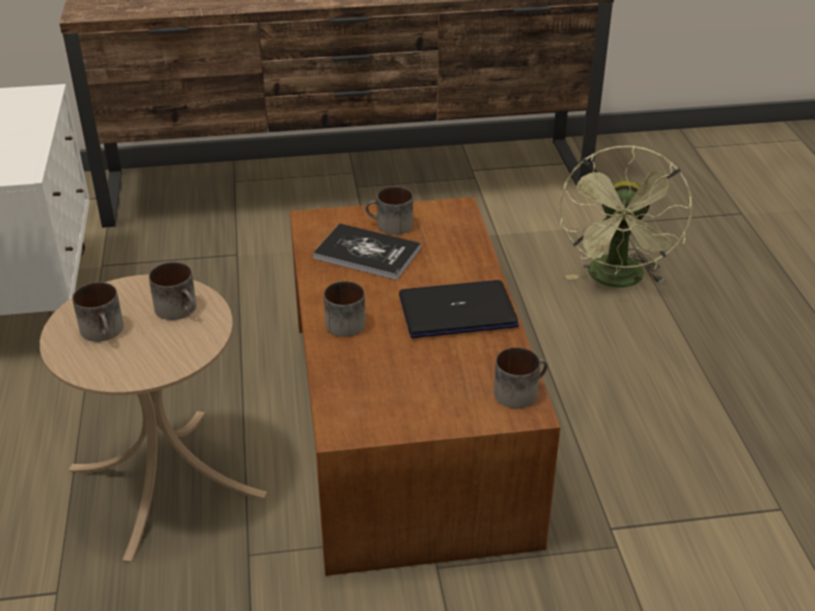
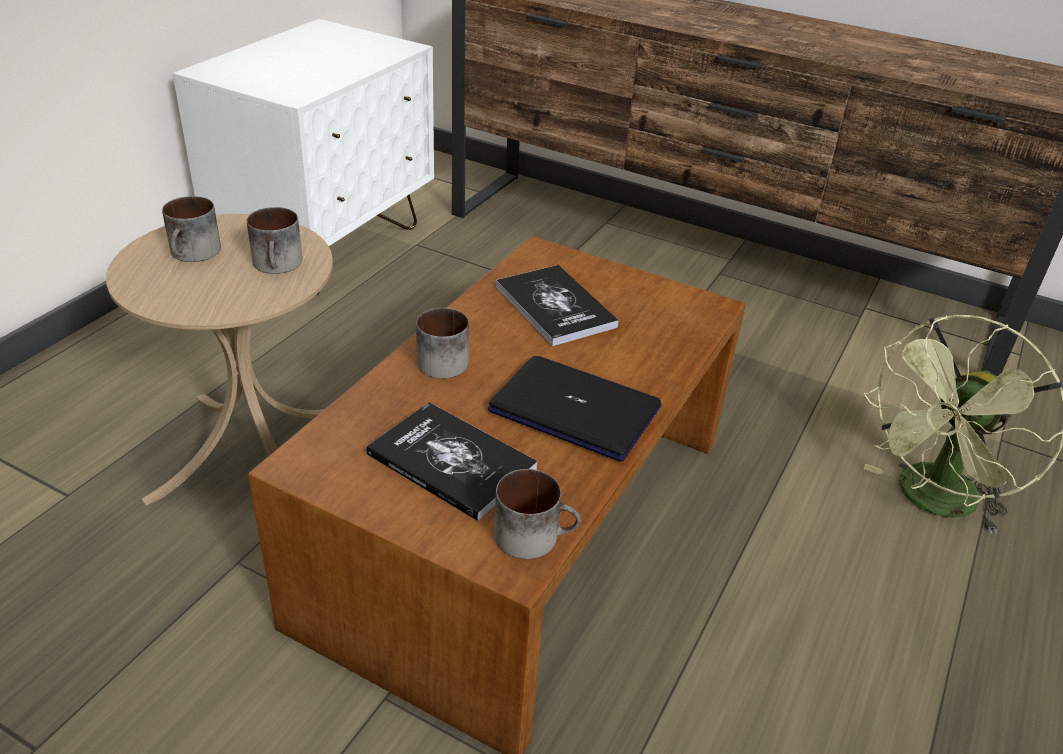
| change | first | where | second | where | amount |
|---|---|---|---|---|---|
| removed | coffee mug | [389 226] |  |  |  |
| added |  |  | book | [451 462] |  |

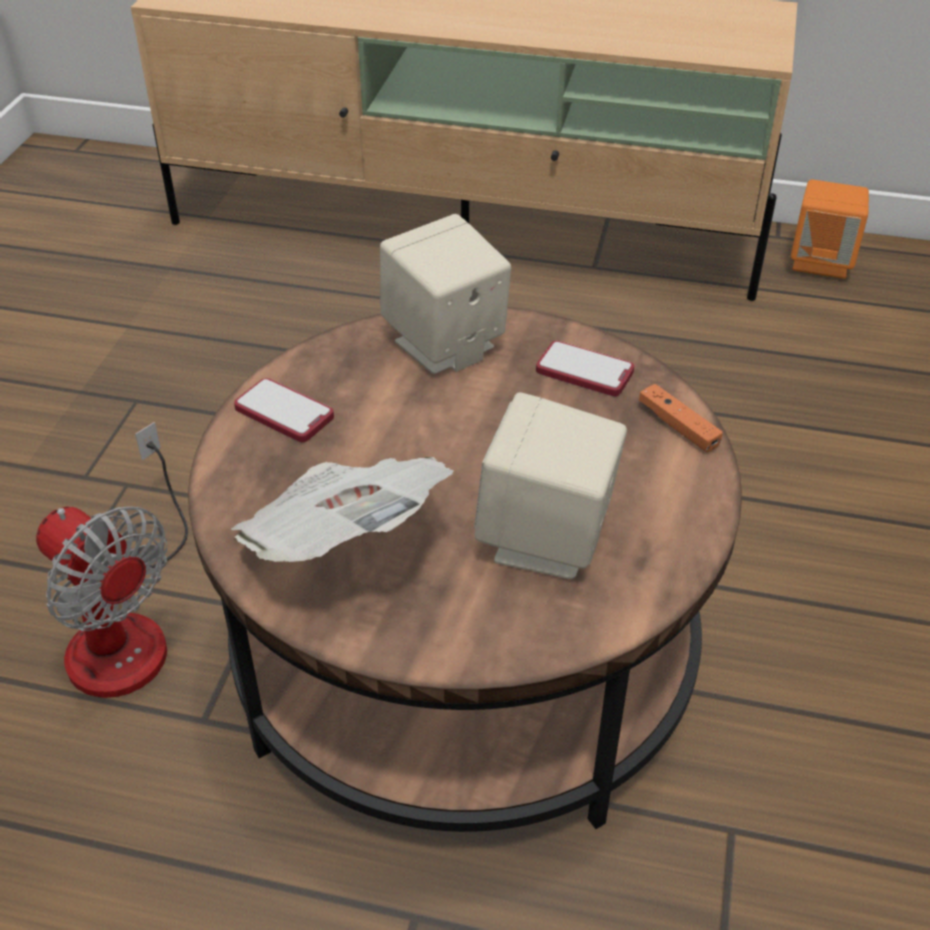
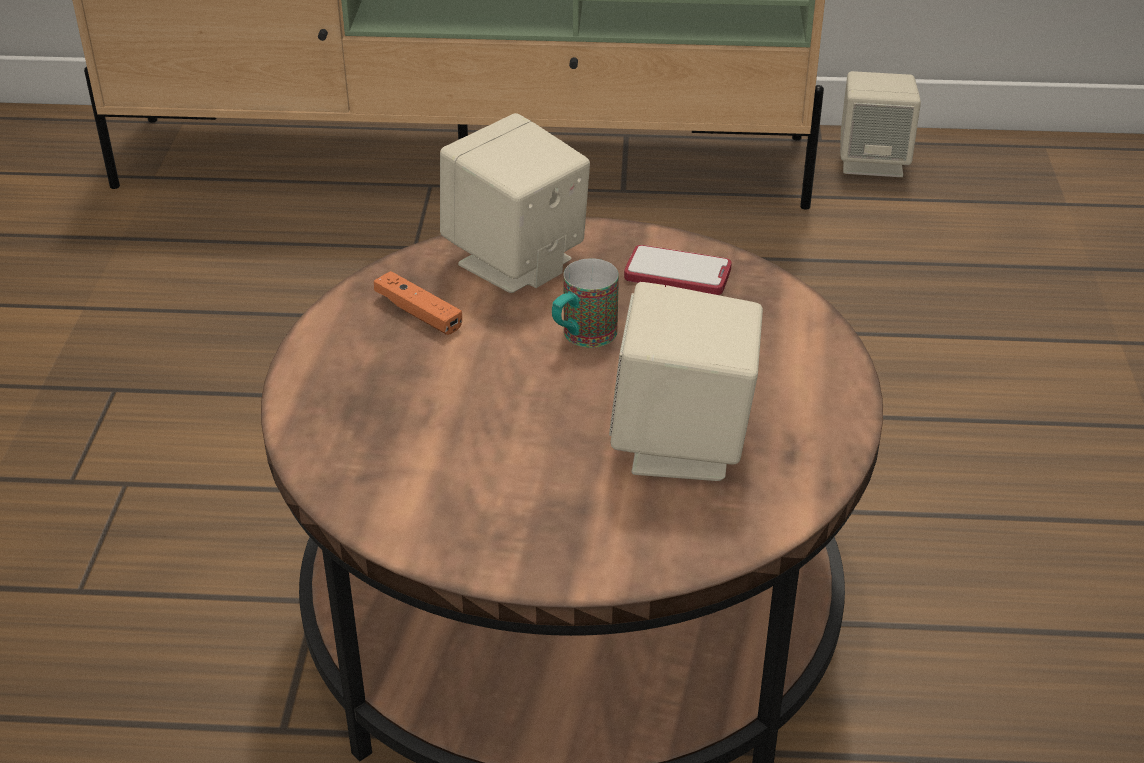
| change | first | where | second | where | amount |
|---|---|---|---|---|---|
| recoloured | orange-coloured loudspeaker | [821 262] | beige-coloured loudspeaker | [872 162] |  |
| removed | telephone | [284 412] |  |  |  |
| moved | orange-coloured joypad | [678 426] |  | [418 313] |  |
| removed | cooling fan | [127 625] |  |  |  |
| removed | newspaper | [343 542] |  |  |  |
| added |  |  | coffee mug | [581 337] |  |

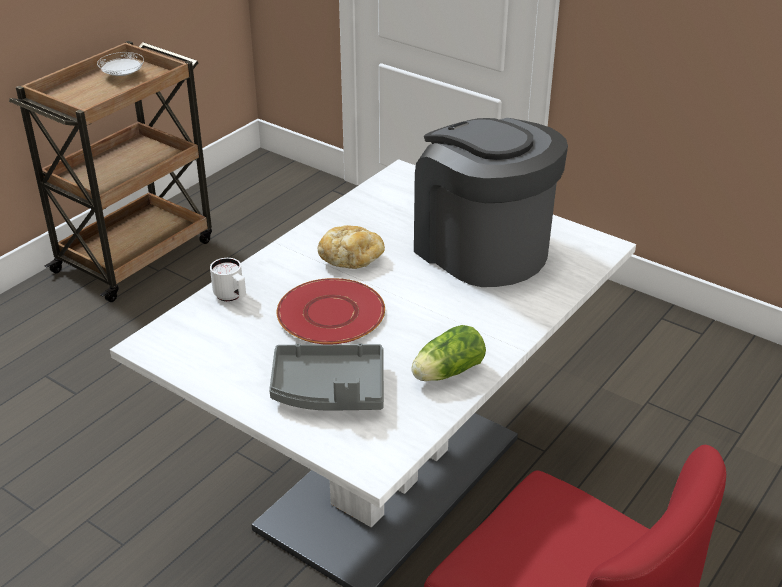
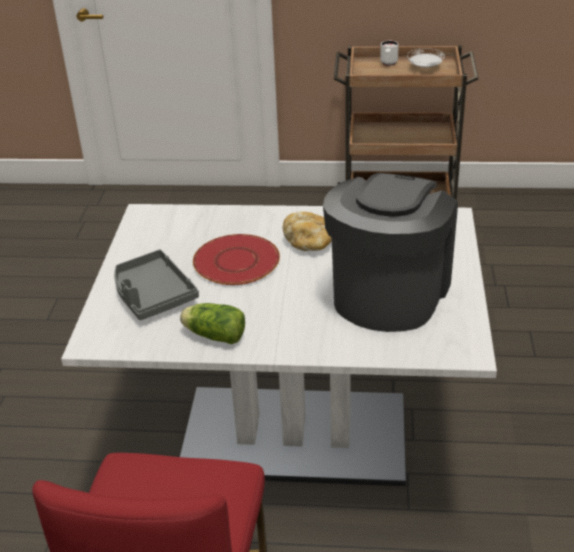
| change | first | where | second | where | amount |
|---|---|---|---|---|---|
| moved | white coffee mug | [232 297] |  | [388 64] |  |

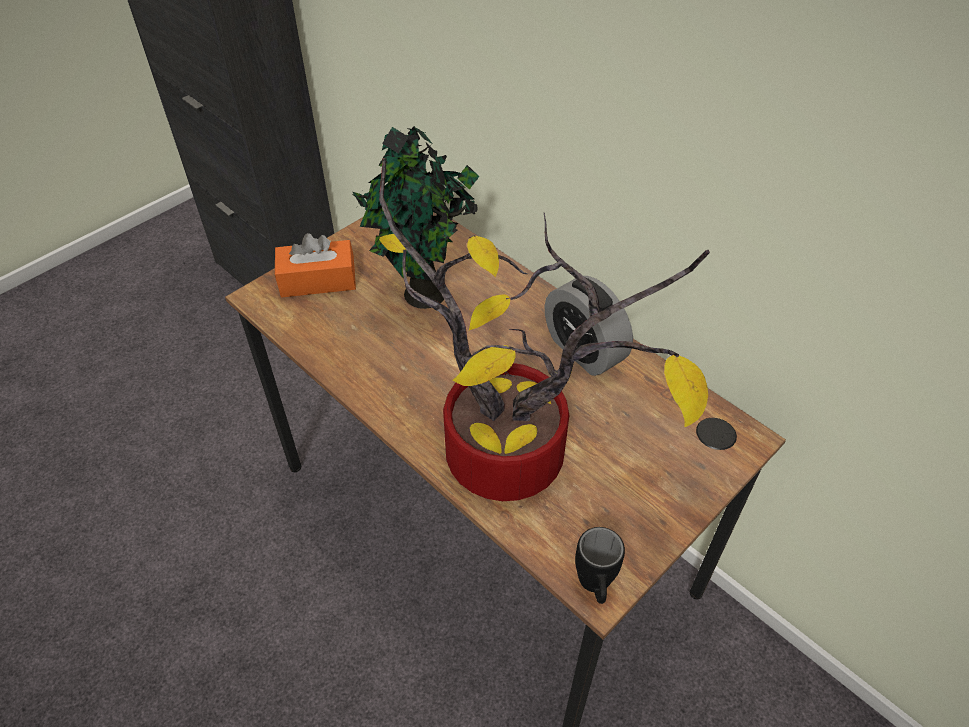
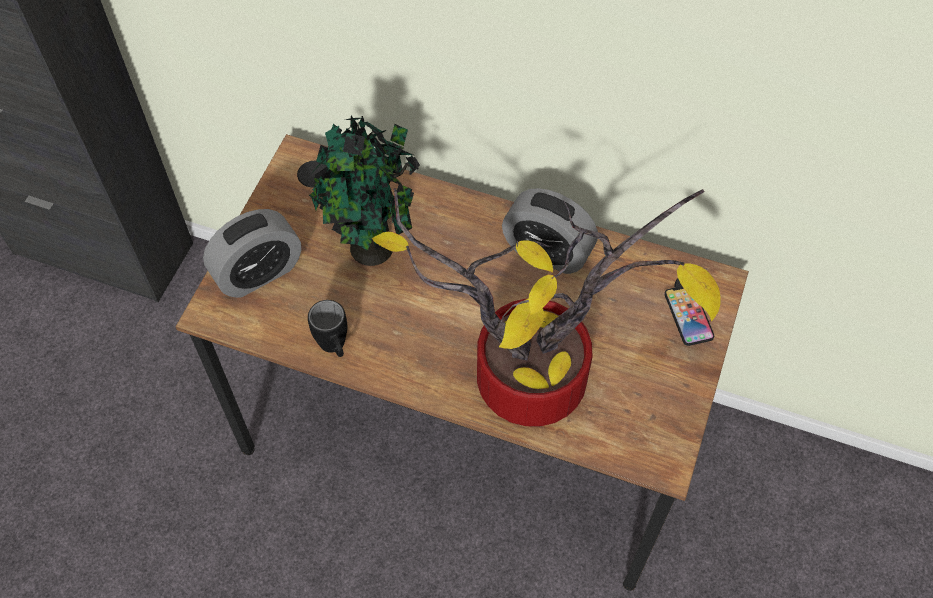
| change | first | where | second | where | amount |
|---|---|---|---|---|---|
| replaced | orange-coloured box of tissues | [318 280] | bedside clock | [258 273] |  |
| moved | black coffee mug | [595 588] |  | [335 349] |  |
| added |  |  | telephone | [688 315] |  |

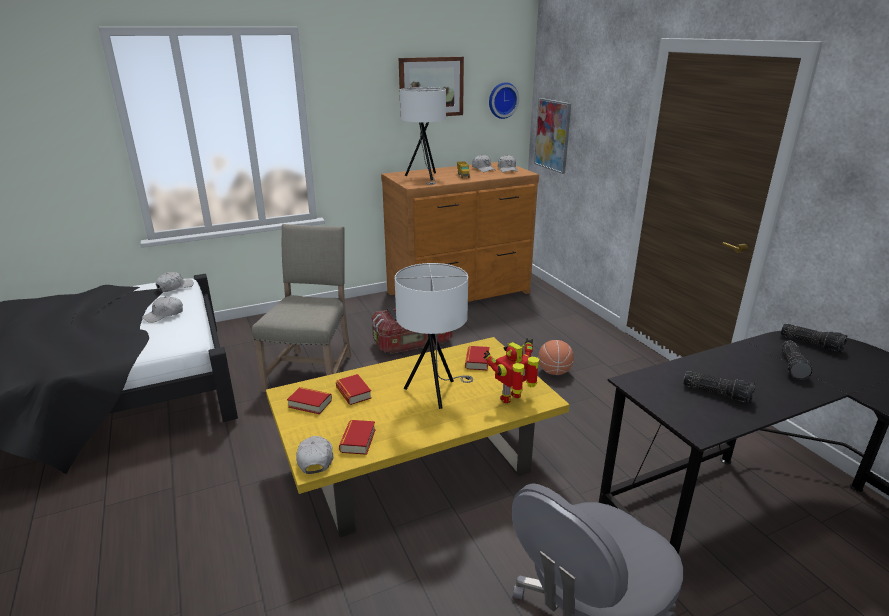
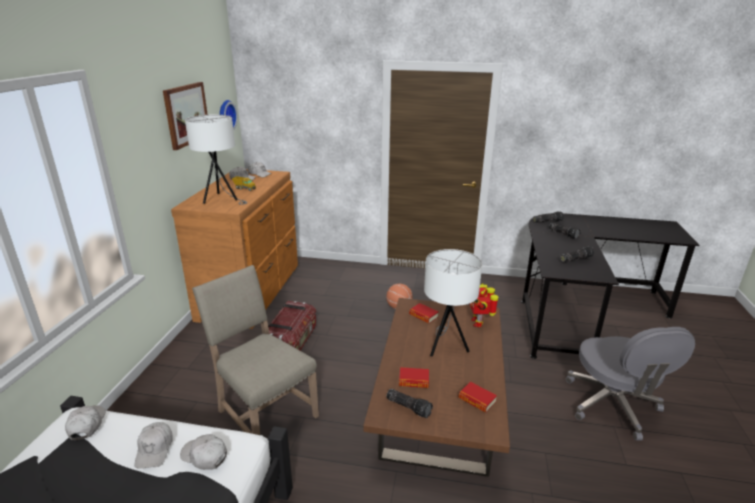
| change | first | where | second | where | amount |
|---|---|---|---|---|---|
| removed | picture | [552 135] |  |  |  |
| recoloured | yellow low table | [415 463] | brown-coloured low table | [440 407] |  |
| replaced | book | [310 404] | torch | [409 407] |  |
| moved | white baseball cap | [315 458] |  | [204 456] |  |

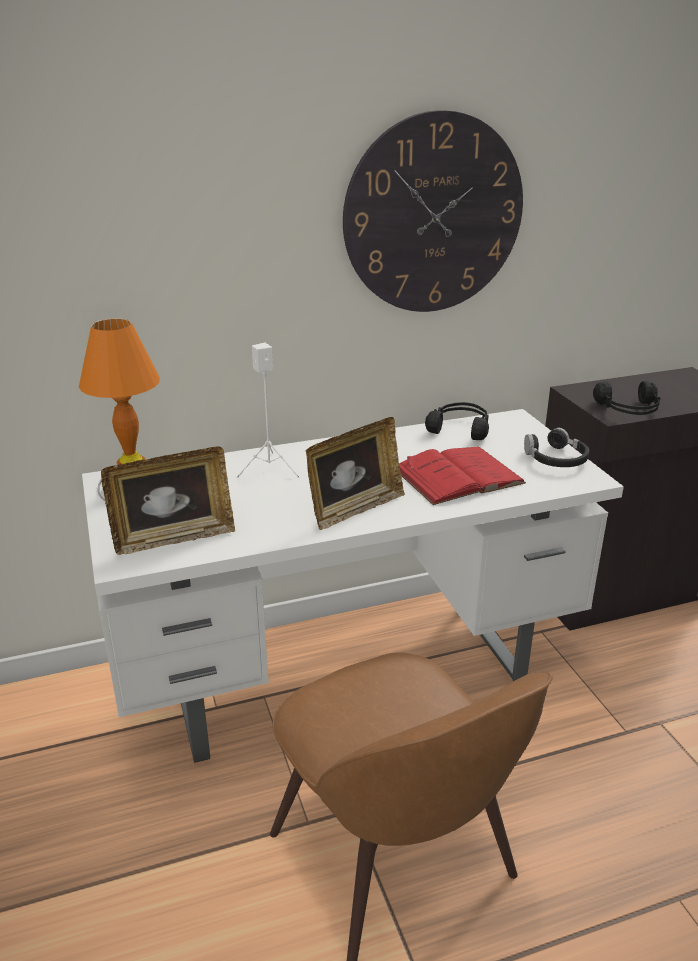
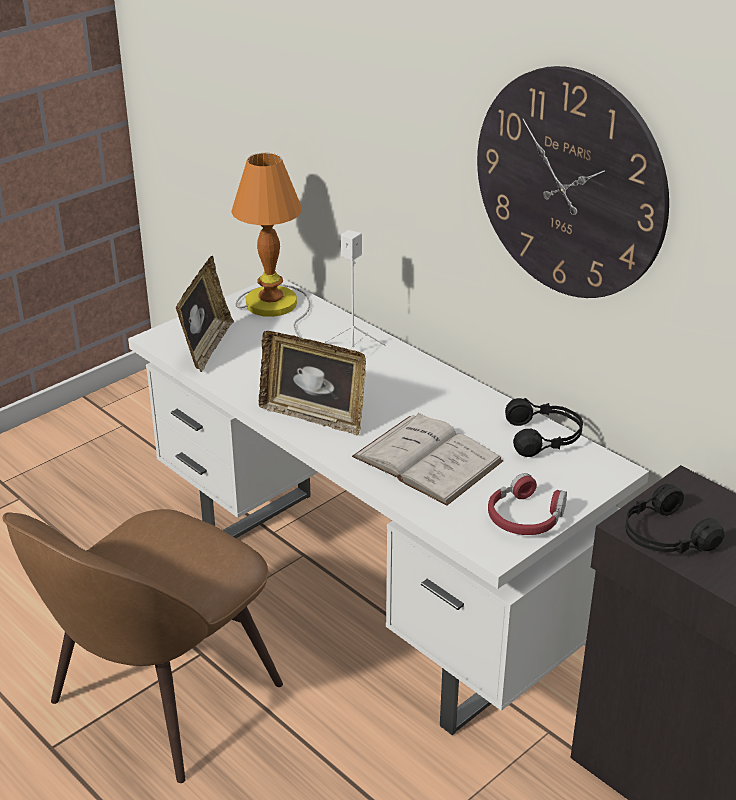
| change | first | where | second | where | amount |
|---|---|---|---|---|---|
| recoloured | black headset | [556 459] | red headset | [525 517] |  |
| turned | standing frame | [174 538] |  | [206 347] | 120 degrees counterclockwise |
| recoloured | red book | [458 475] | white book | [427 459] |  |

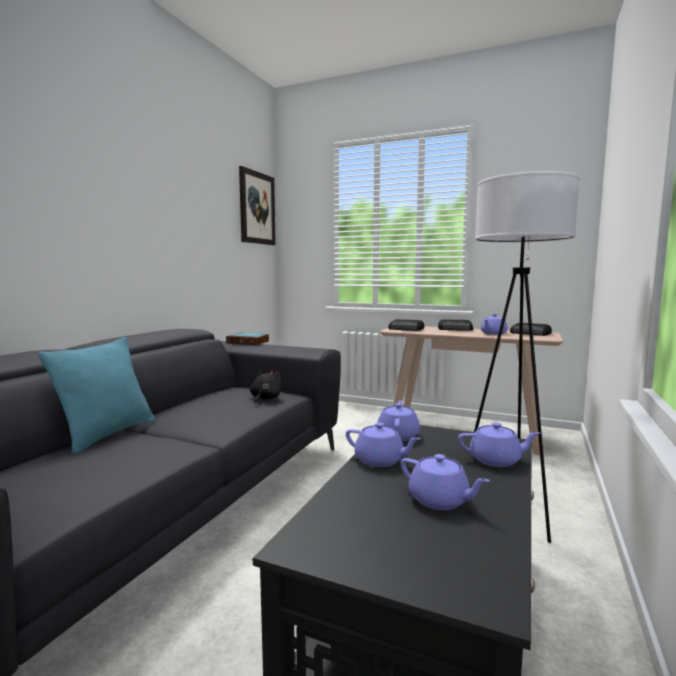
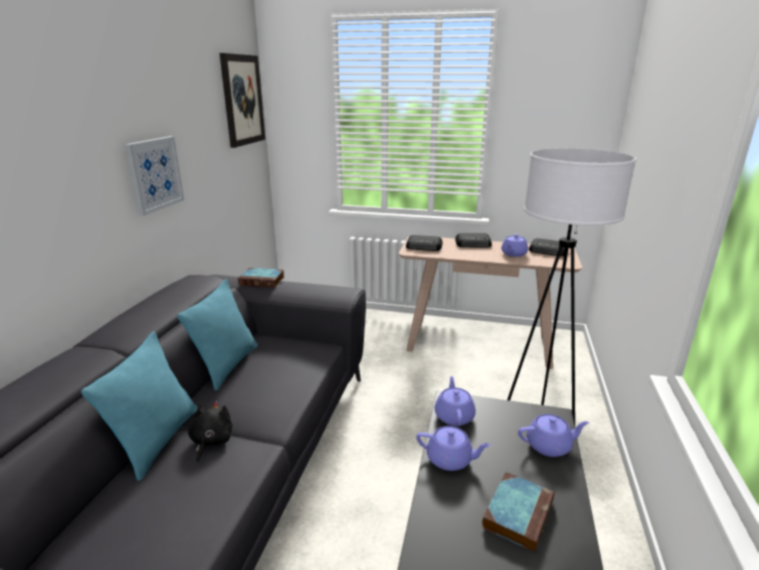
| change | first | where | second | where | amount |
|---|---|---|---|---|---|
| moved | black soft toy | [265 399] |  | [211 441] |  |
| replaced | purplish tea pot | [440 500] | book | [517 513] |  |
| added |  |  | picture | [154 174] |  |
| added |  |  | turquoise throw pillow | [227 365] |  |

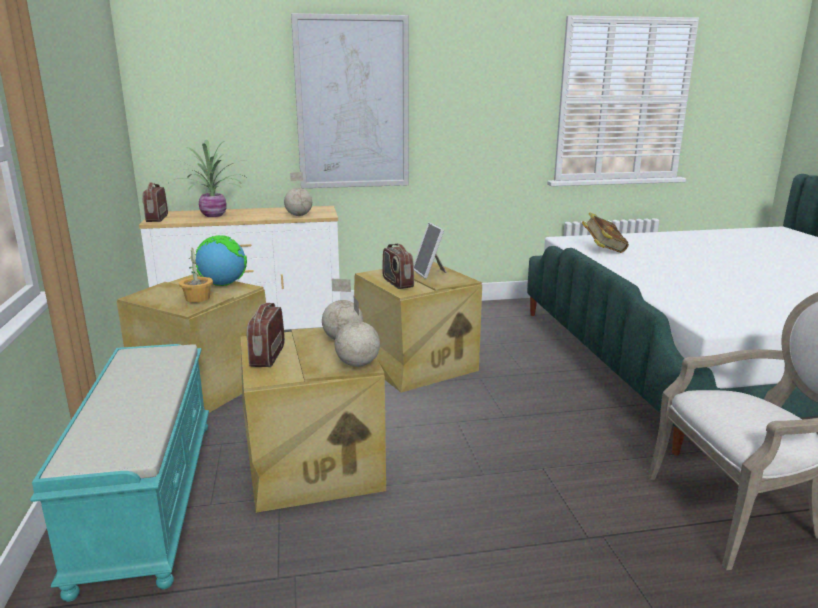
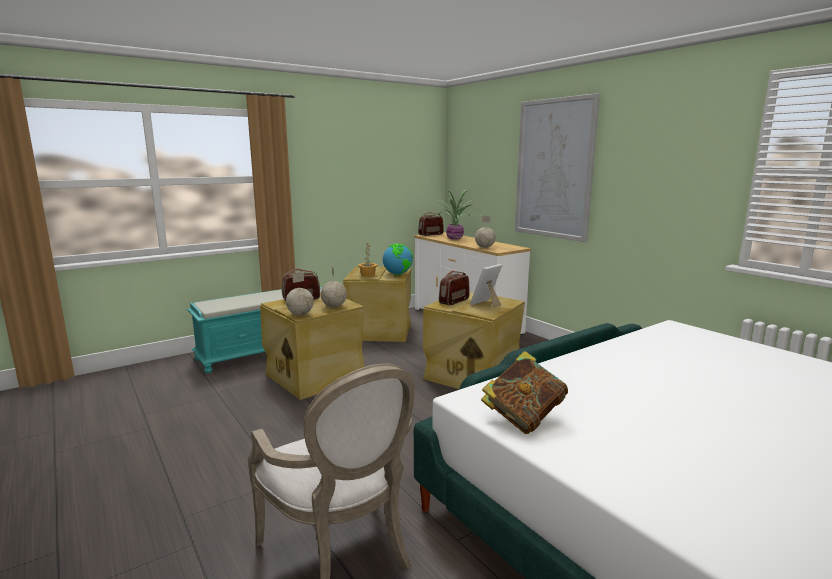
| change | first | where | second | where | amount |
|---|---|---|---|---|---|
| moved | book | [603 250] |  | [523 418] |  |

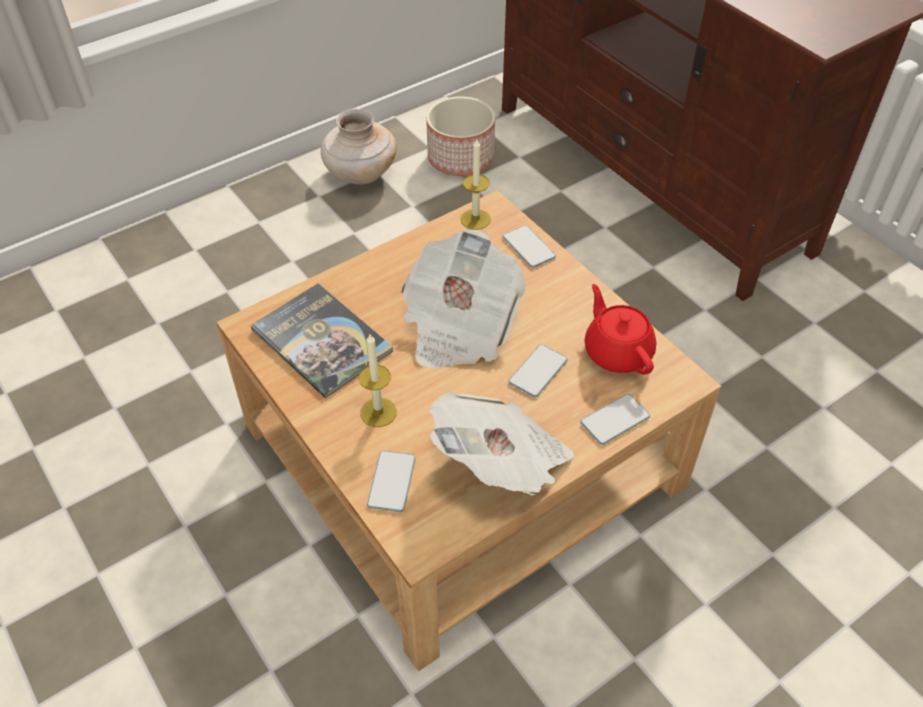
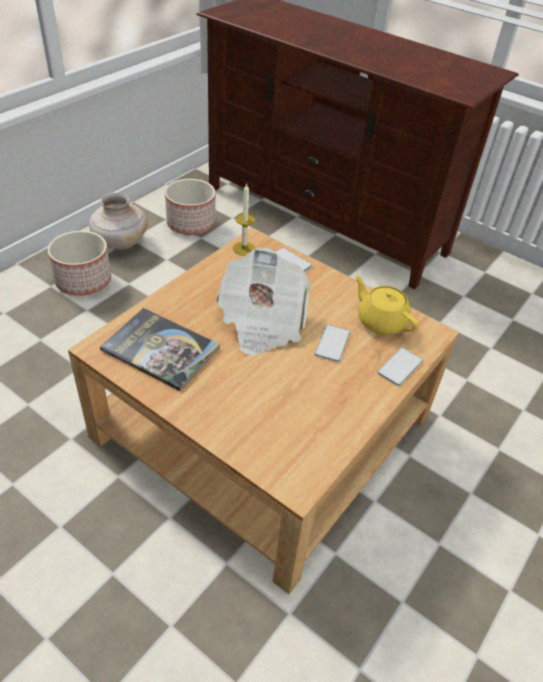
| change | first | where | second | where | amount |
|---|---|---|---|---|---|
| recoloured | red tea pot | [617 351] | yellow tea pot | [381 321] |  |
| removed | wax light | [378 412] |  |  |  |
| removed | newspaper | [501 463] |  |  |  |
| removed | telephone | [391 482] |  |  |  |
| added |  |  | flower pot | [84 281] |  |

